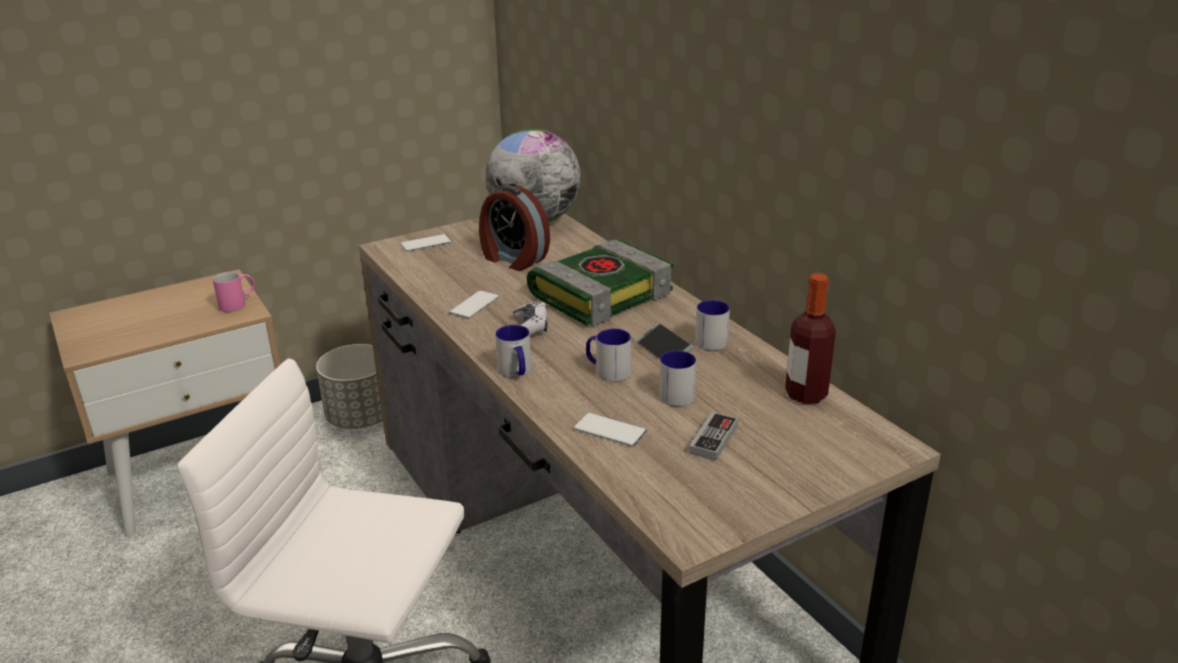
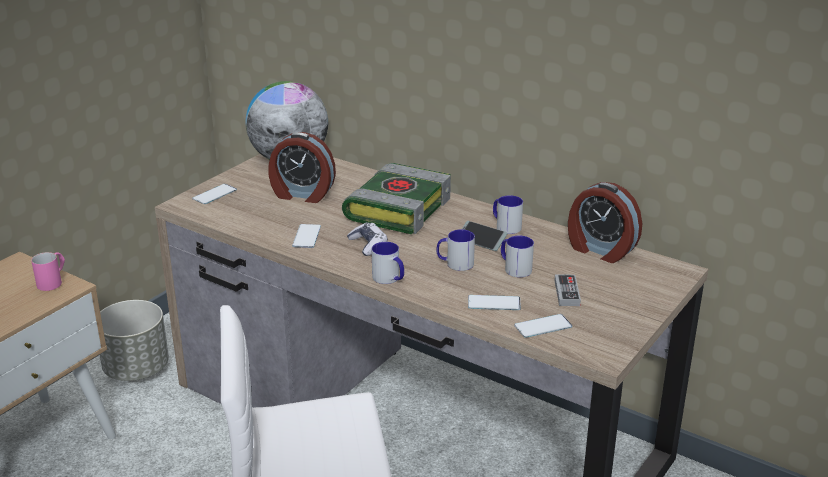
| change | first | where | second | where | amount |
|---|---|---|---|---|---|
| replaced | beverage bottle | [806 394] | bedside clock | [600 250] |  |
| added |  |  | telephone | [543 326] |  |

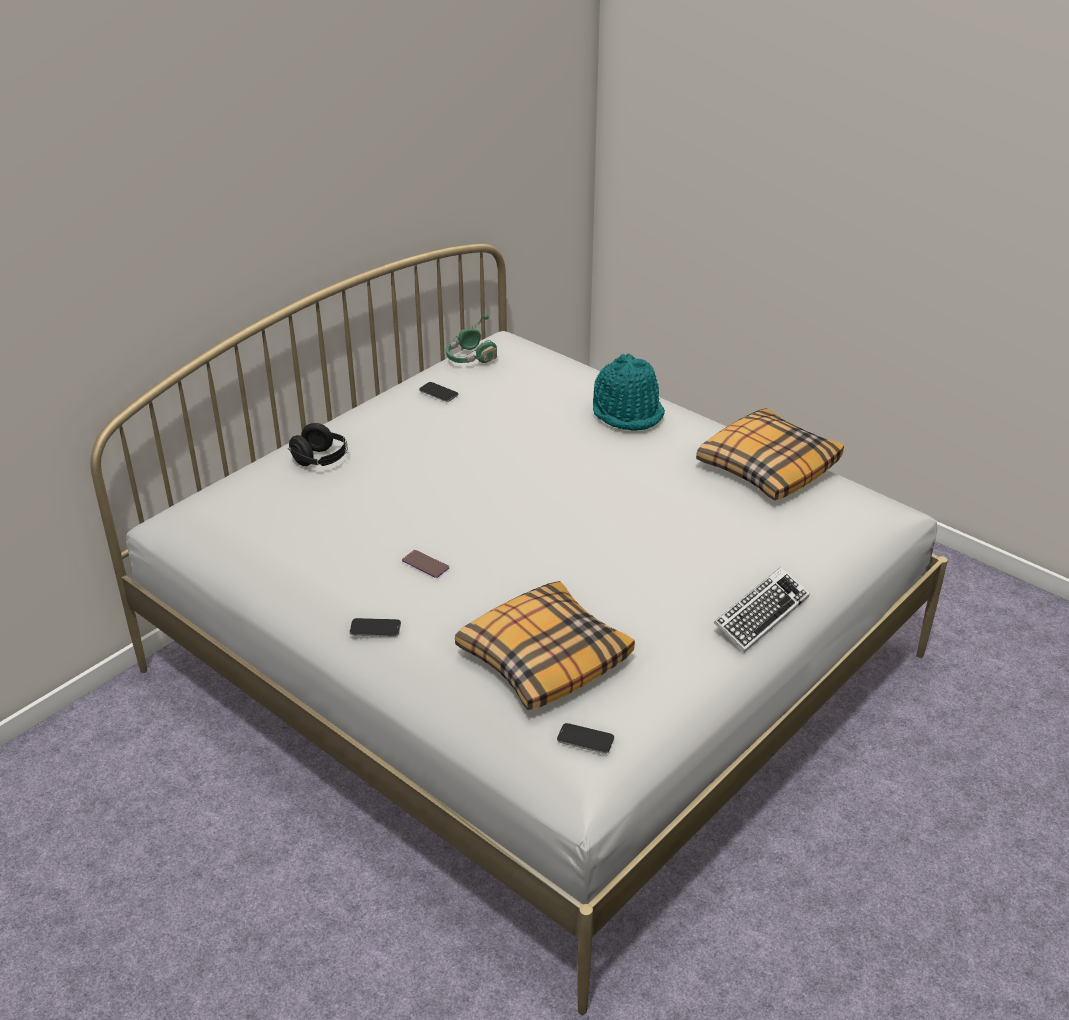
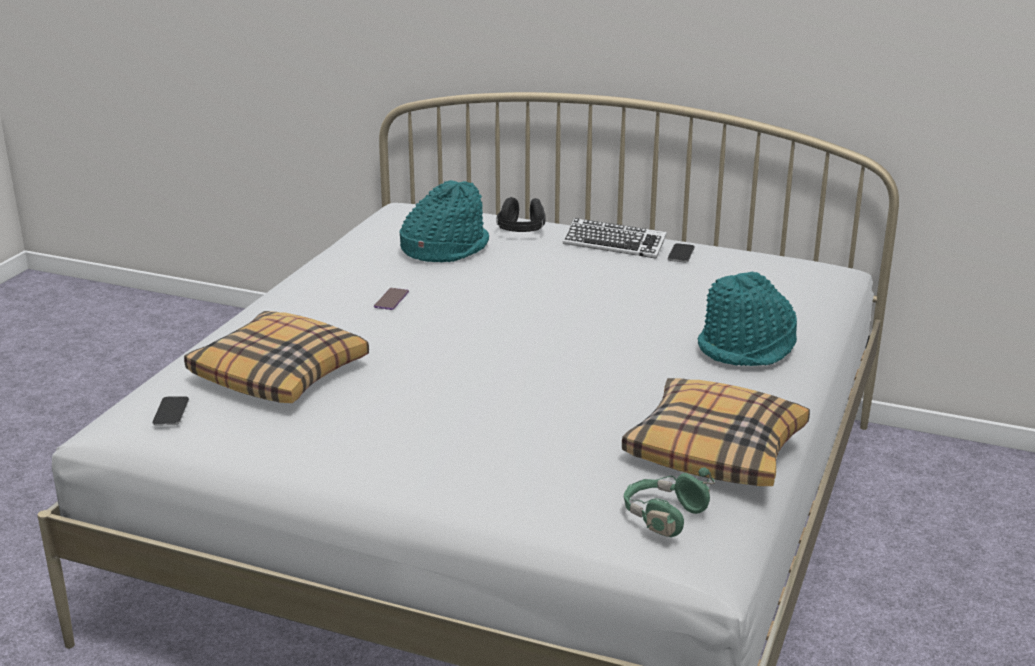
| change | first | where | second | where | amount |
|---|---|---|---|---|---|
| moved | greenish headset | [470 358] |  | [663 517] |  |
| moved | PC keyboard | [761 614] |  | [614 244] |  |
| removed | telephone | [375 628] |  |  |  |
| added |  |  | turquoise clothing hat | [444 248] |  |

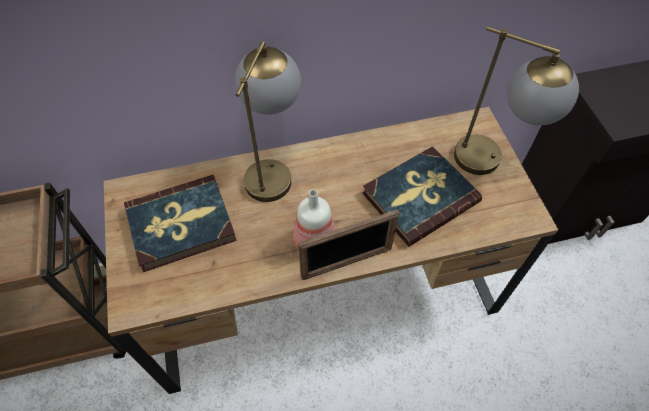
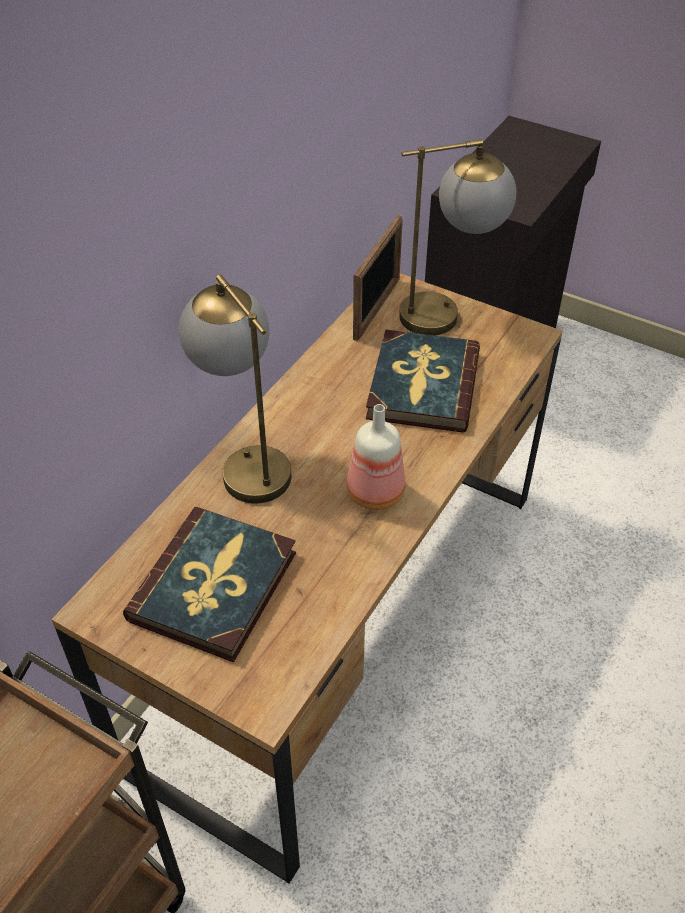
| change | first | where | second | where | amount |
|---|---|---|---|---|---|
| moved | standing frame | [347 263] |  | [377 308] |  |

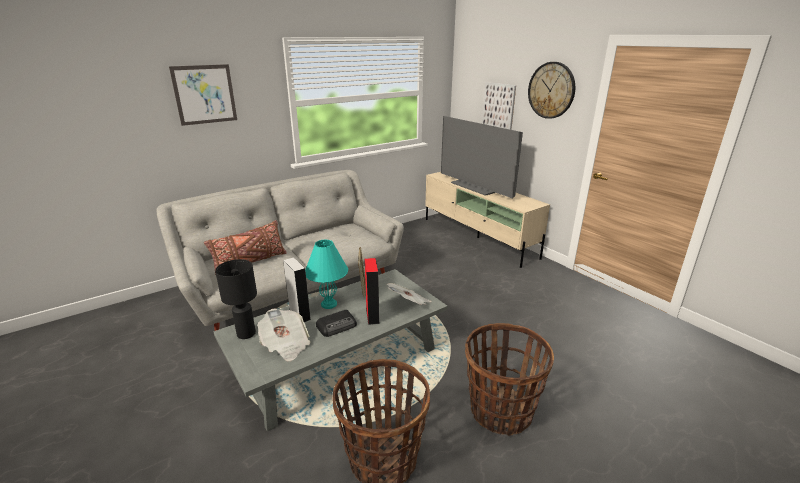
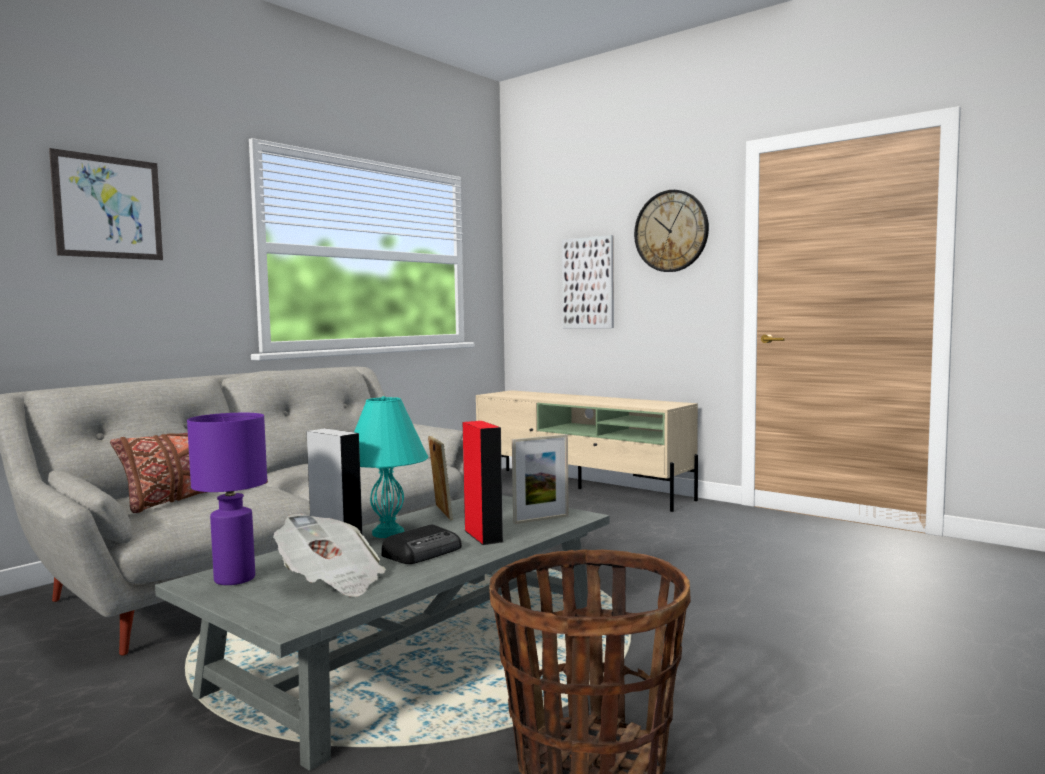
| change | first | where | second | where | amount |
|---|---|---|---|---|---|
| removed | TV set | [476 187] |  |  |  |
| recoloured | black lamp for a table | [246 334] | purplish lamp for a table | [234 579] |  |
| replaced | newspaper | [409 304] | standing frame | [541 519] |  |
| removed | basket | [500 411] |  |  |  |

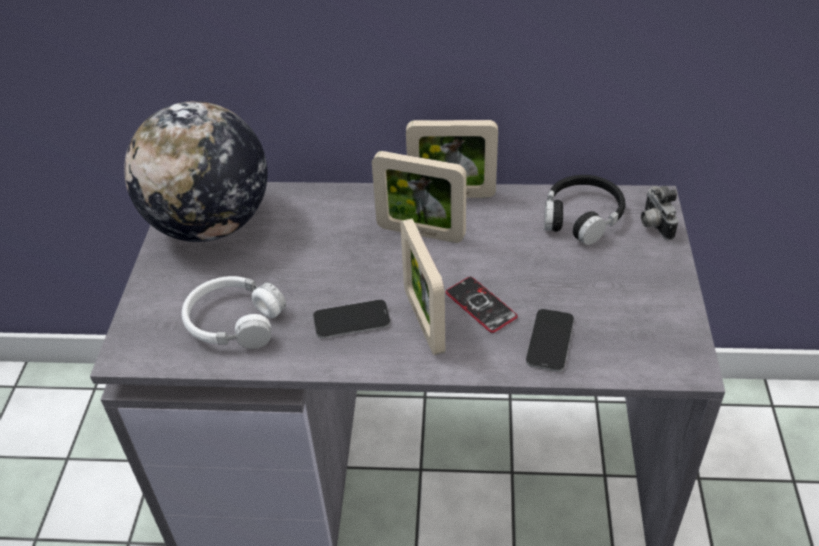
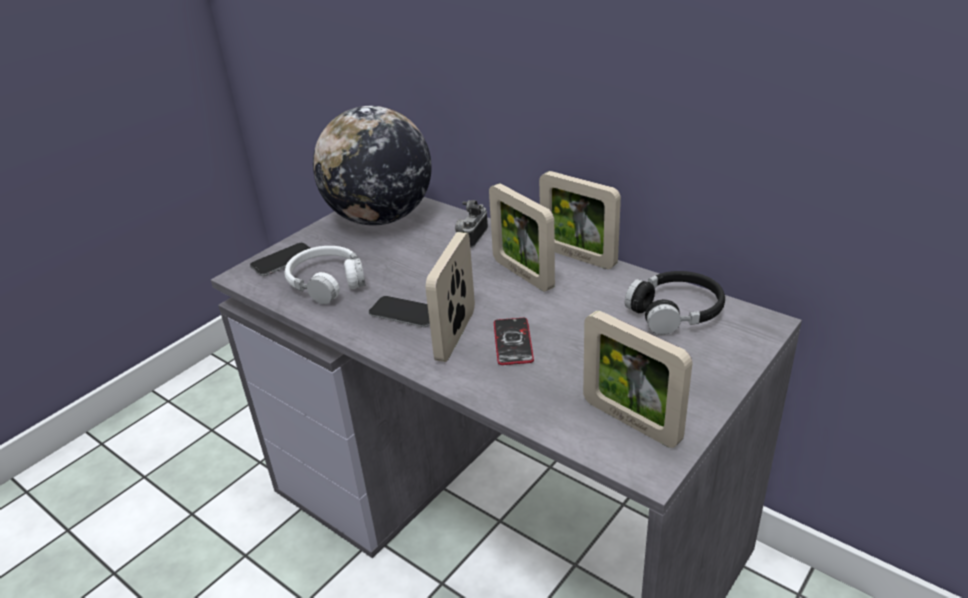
| change | first | where | second | where | amount |
|---|---|---|---|---|---|
| moved | photo camera | [653 225] |  | [471 237] |  |
| moved | telephone | [550 341] |  | [283 260] |  |
| added |  |  | standing frame | [631 421] |  |

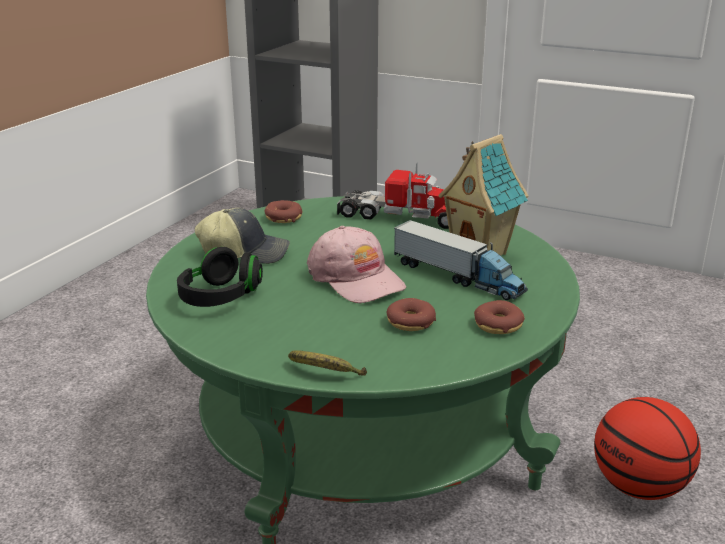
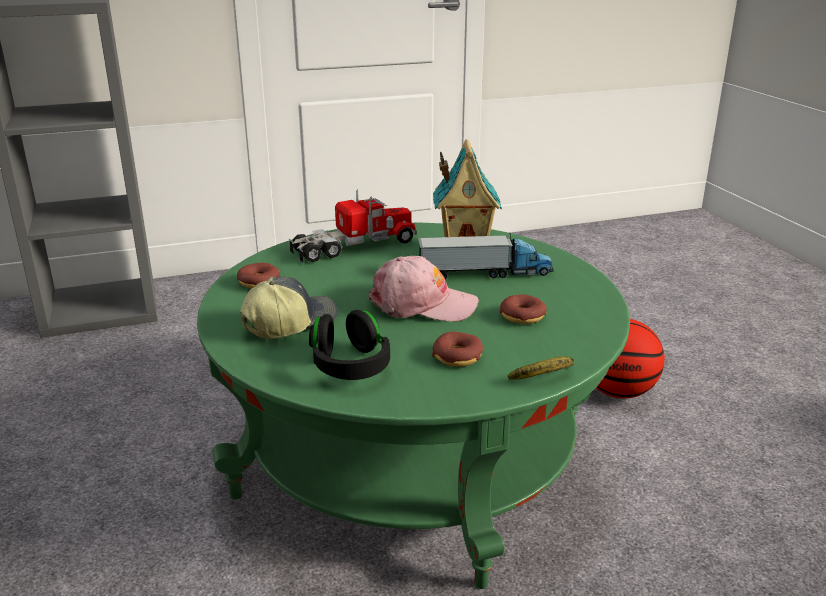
| change | first | where | second | where | amount |
|---|---|---|---|---|---|
| moved | donut | [498 325] |  | [457 357] |  |

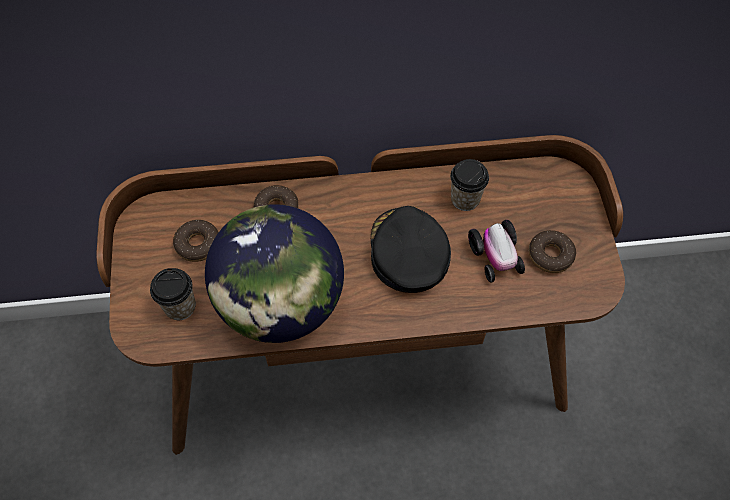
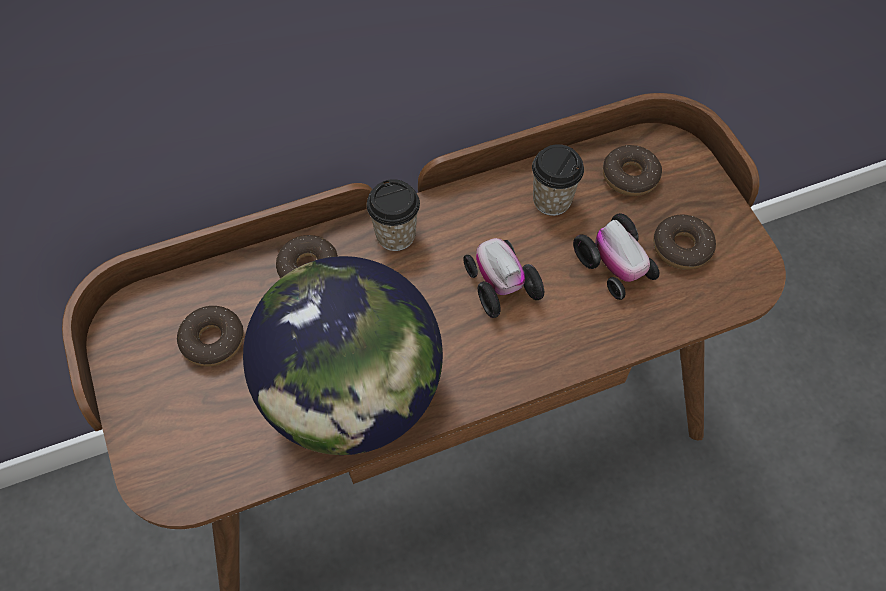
| change | first | where | second | where | amount |
|---|---|---|---|---|---|
| replaced | black baseball cap | [407 252] | toy car | [500 285] |  |
| moved | cup | [180 307] |  | [395 235] |  |
| added |  |  | donut | [630 176] |  |

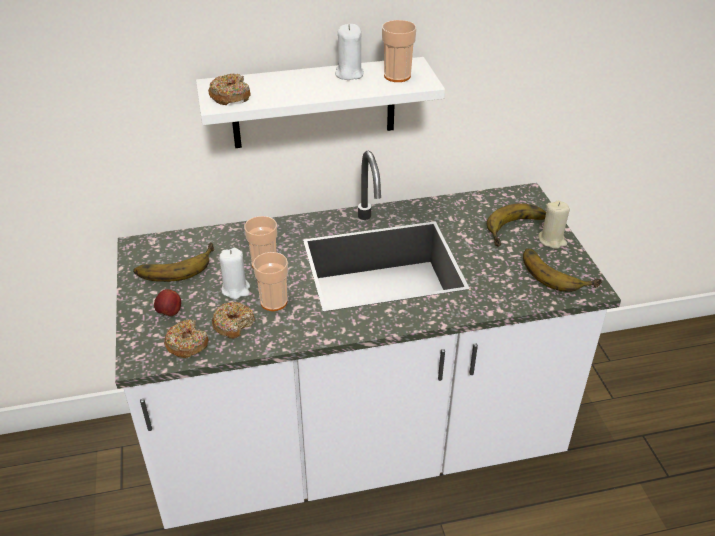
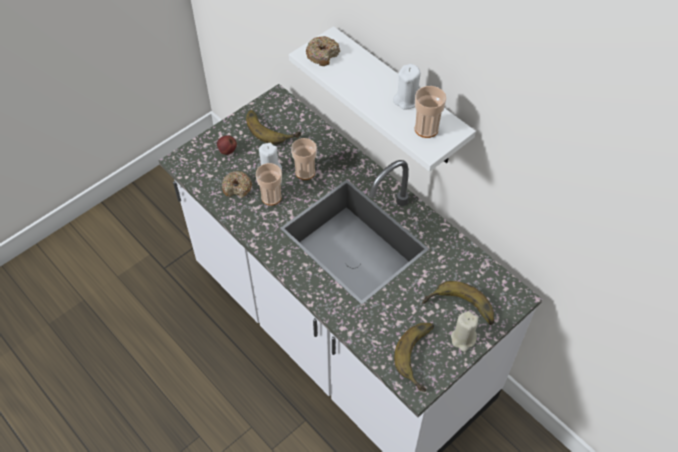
| change | first | where | second | where | amount |
|---|---|---|---|---|---|
| removed | donut | [187 344] |  |  |  |

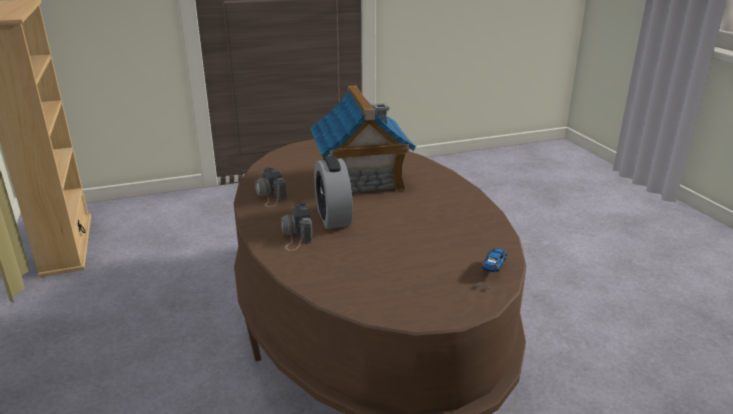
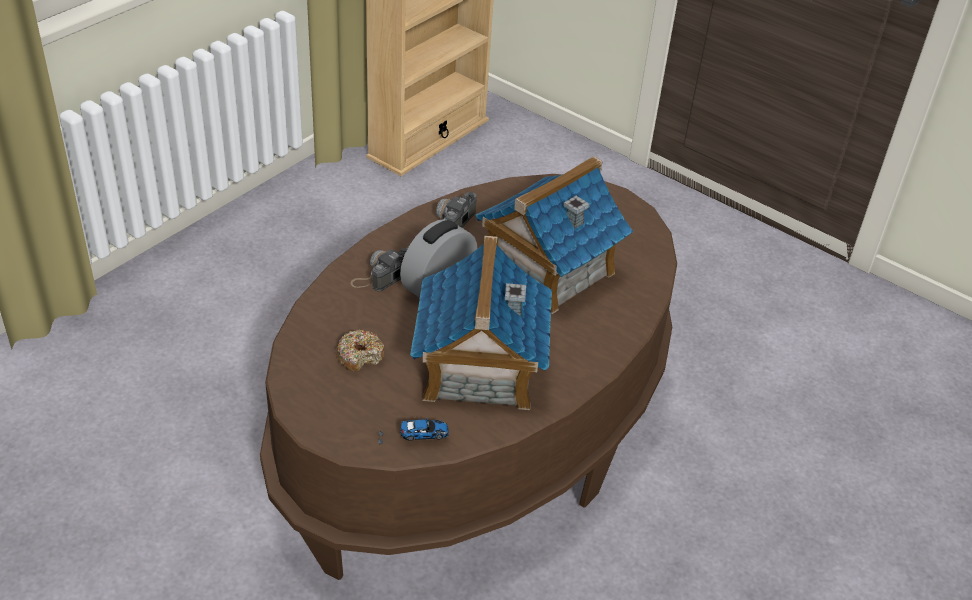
| change | first | where | second | where | amount |
|---|---|---|---|---|---|
| added |  |  | model house | [479 369] |  |
| added |  |  | donut | [360 356] |  |

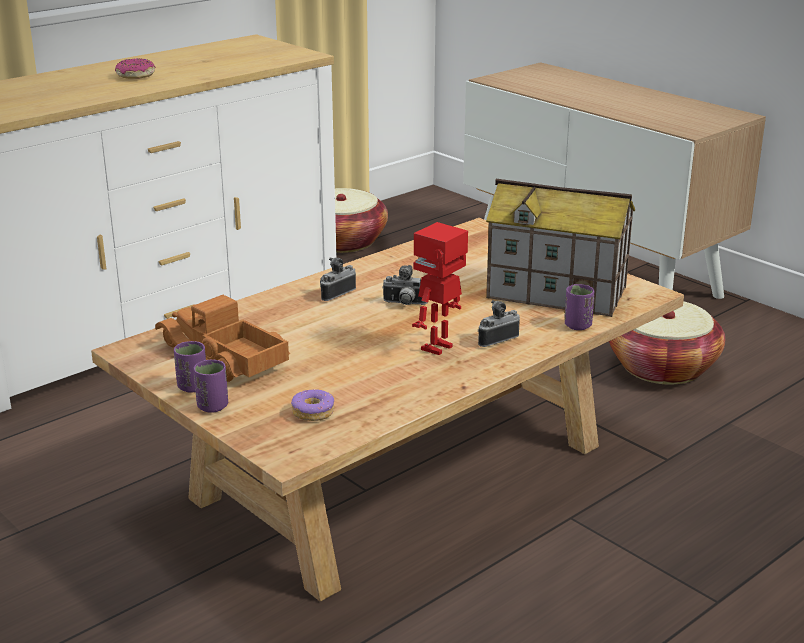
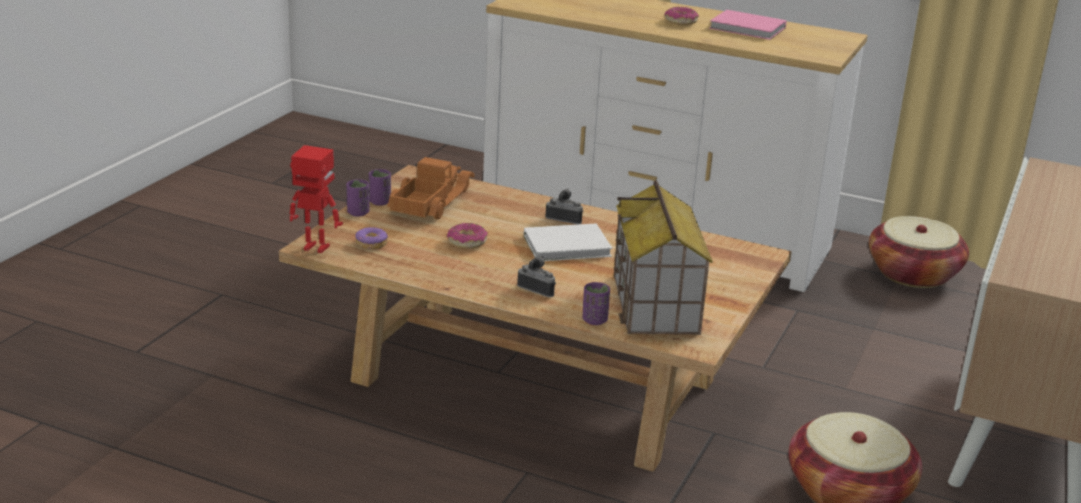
| change | first | where | second | where | amount |
|---|---|---|---|---|---|
| moved | robot figure | [438 348] |  | [315 248] |  |
| replaced | photo camera | [404 304] | white book | [569 247] |  |
| added |  |  | pinkish book | [749 29] |  |
| added |  |  | donut | [467 242] |  |

